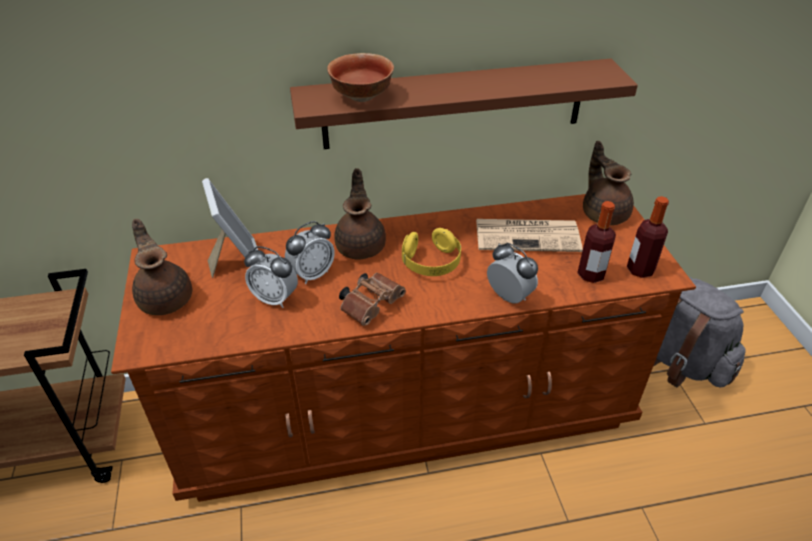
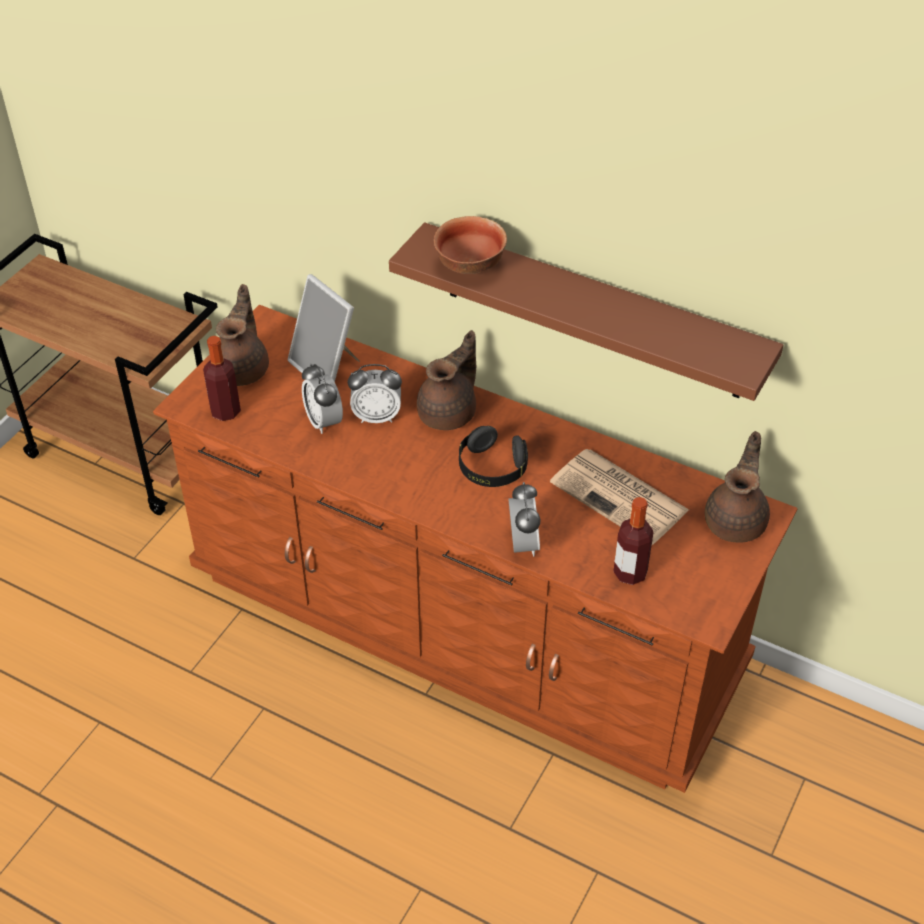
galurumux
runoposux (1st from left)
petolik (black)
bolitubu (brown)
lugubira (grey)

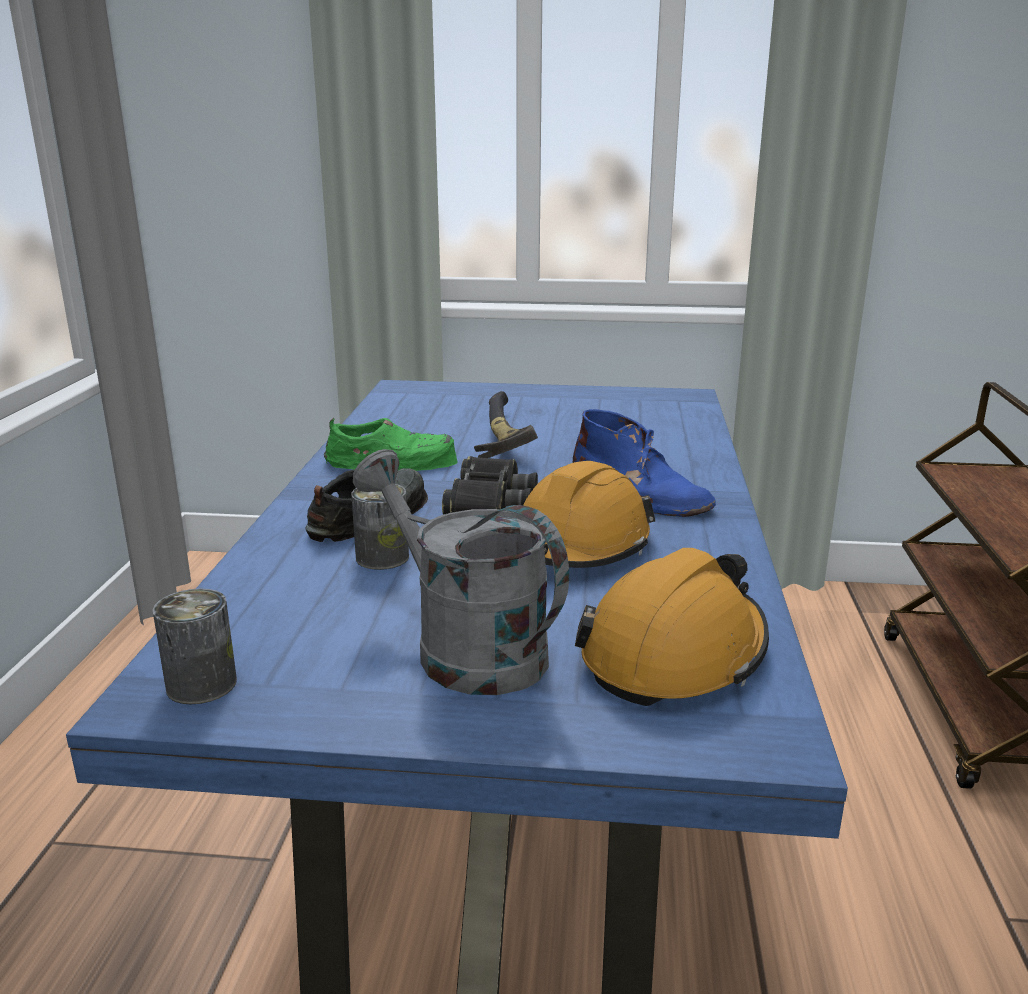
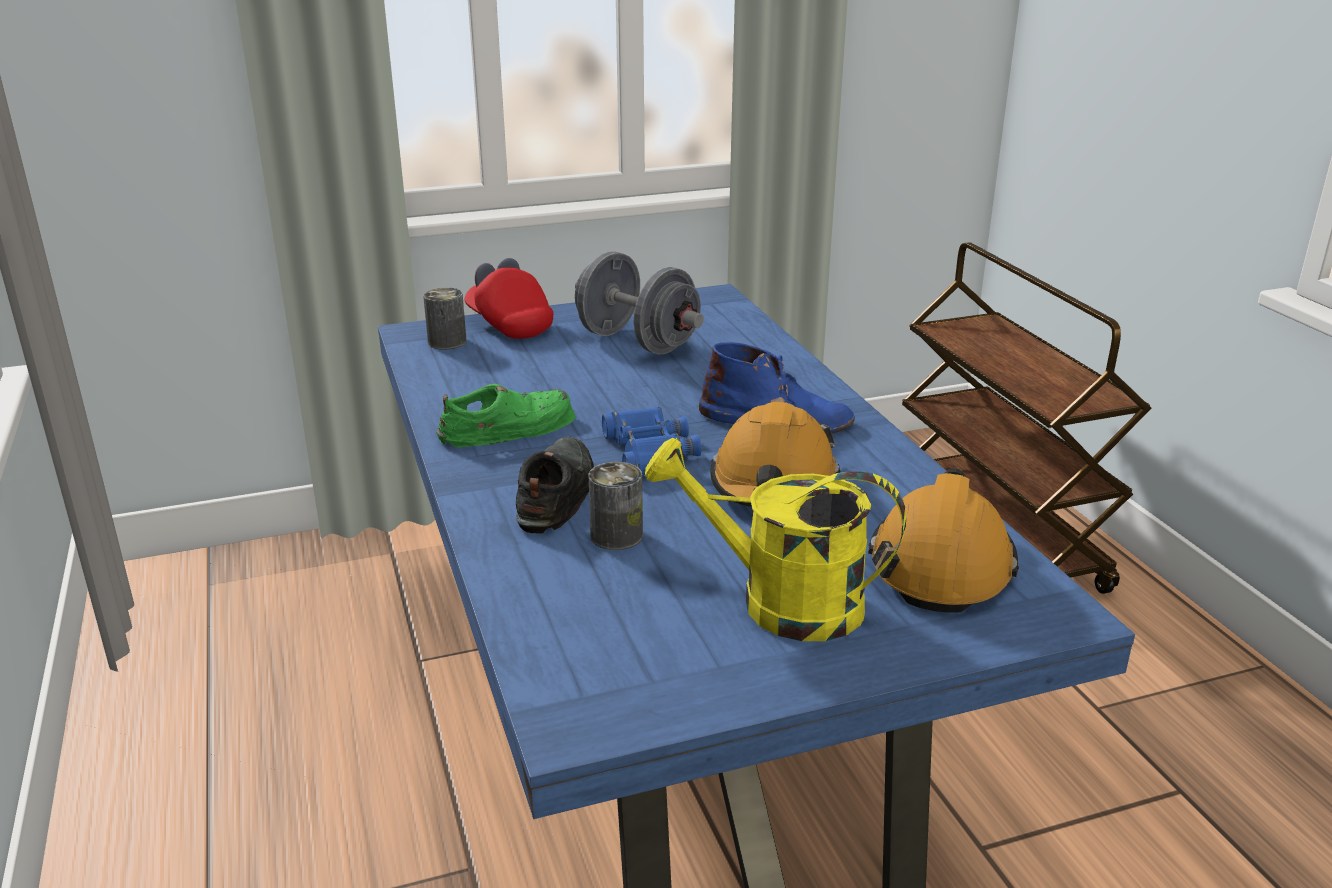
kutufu
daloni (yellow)
bolitubu (blue)
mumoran (1st from left)
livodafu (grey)
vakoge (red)

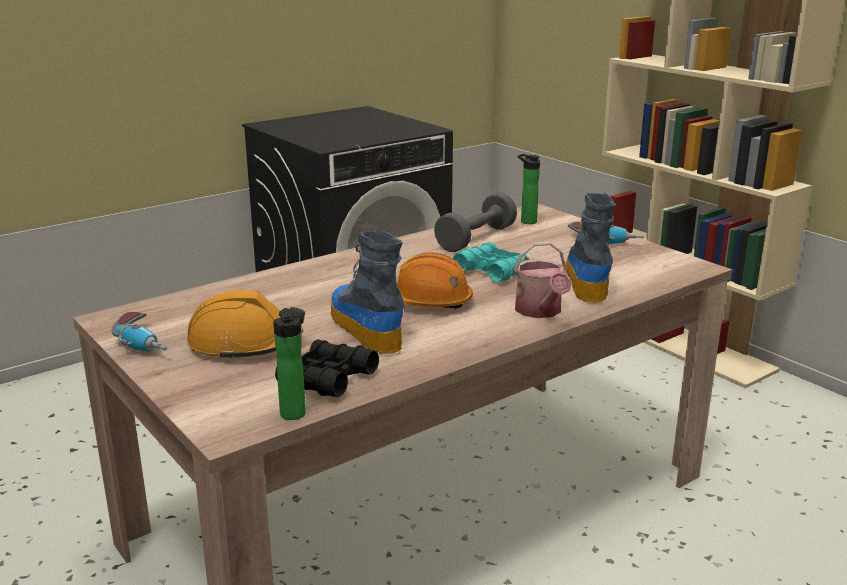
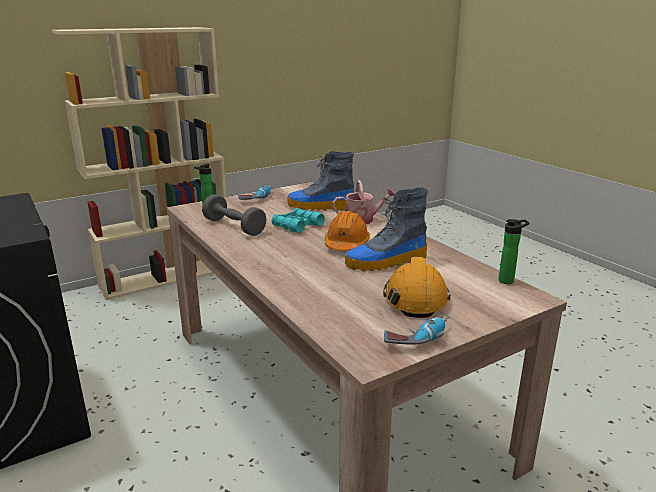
bolitubu (black)

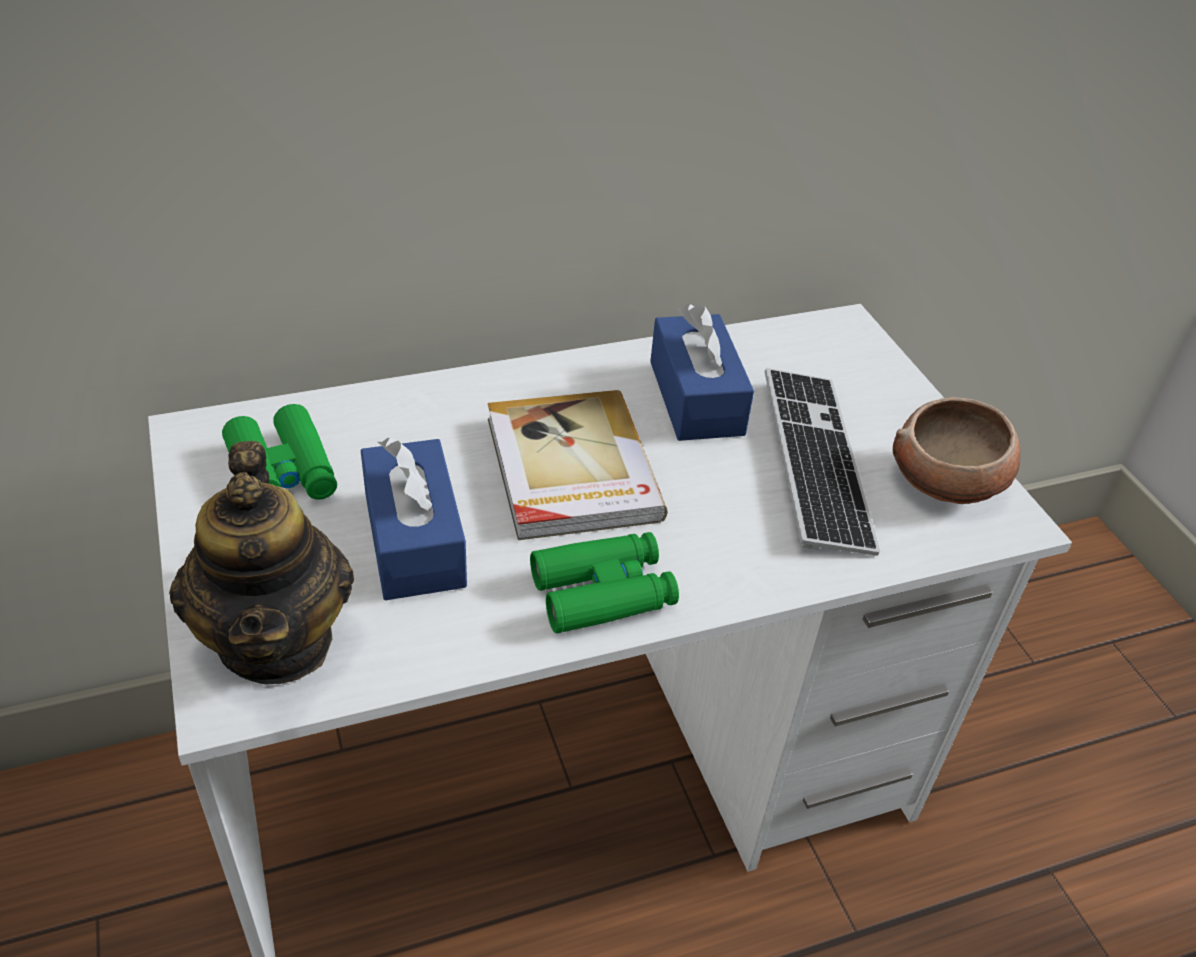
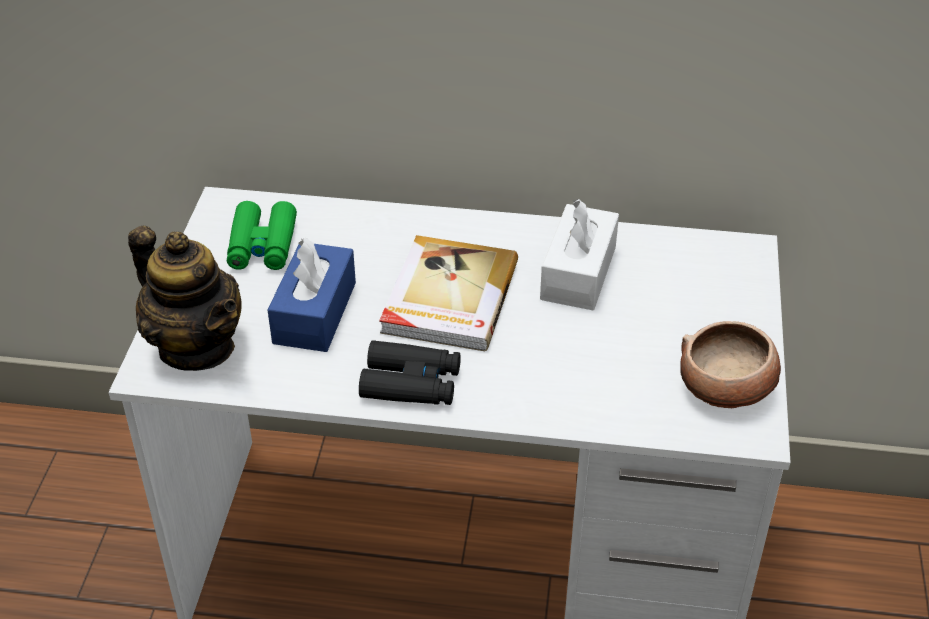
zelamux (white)
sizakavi
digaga
bolitubu (black)

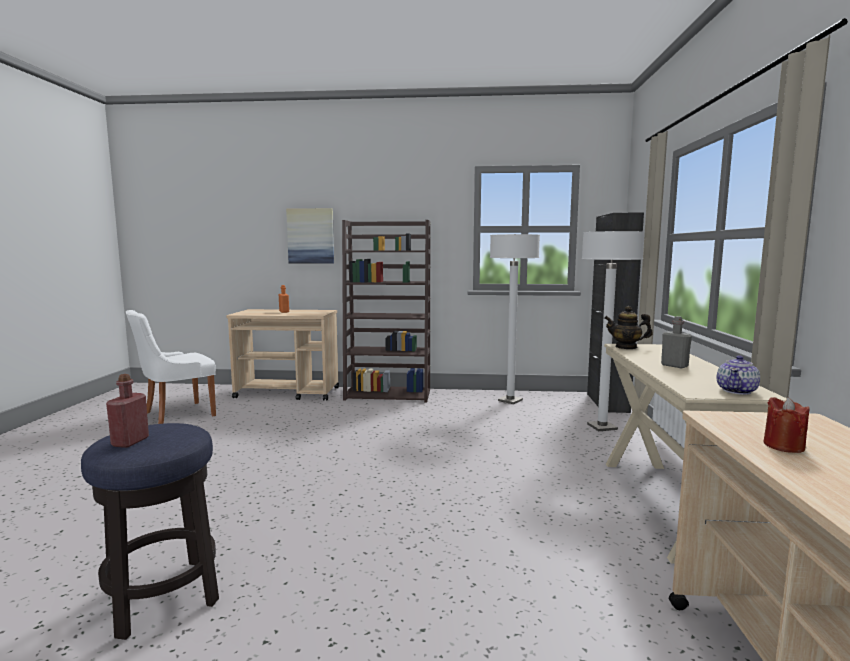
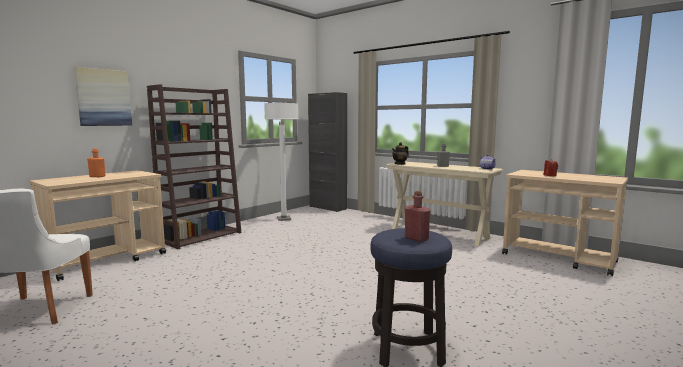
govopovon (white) (2nd from left in the first image)

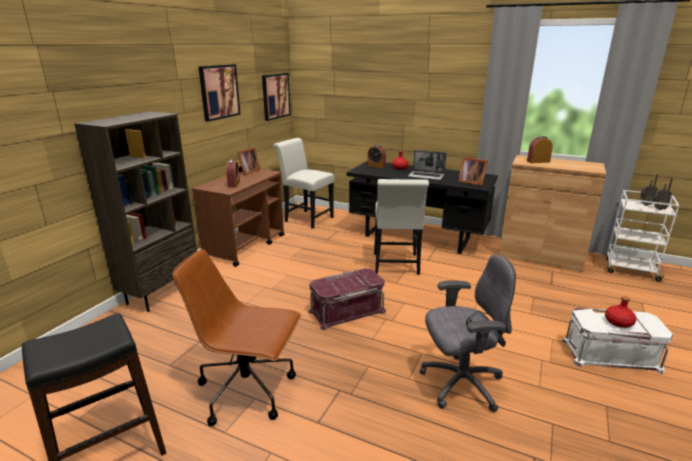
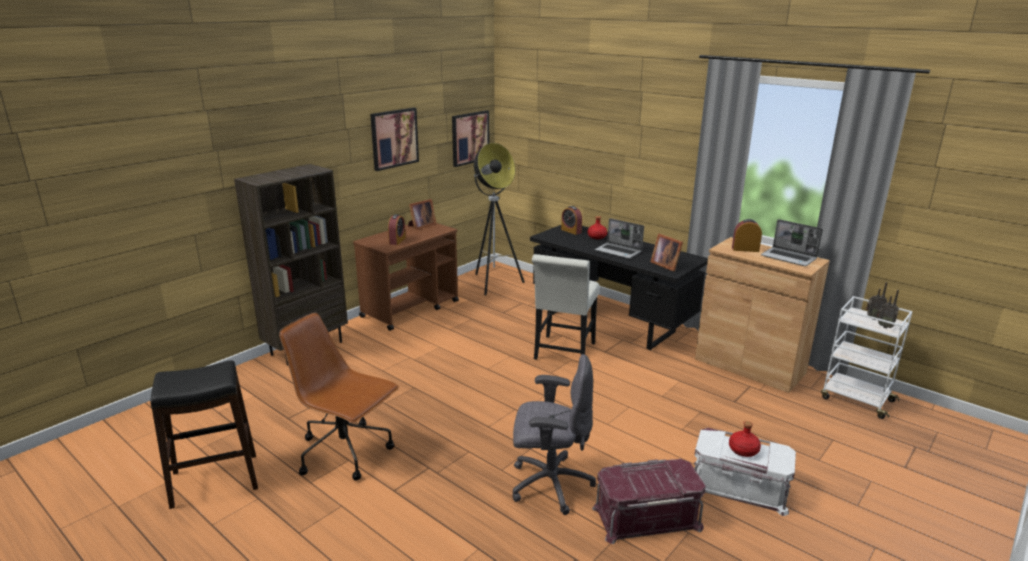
govopovon
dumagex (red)
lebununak (2nd from left)

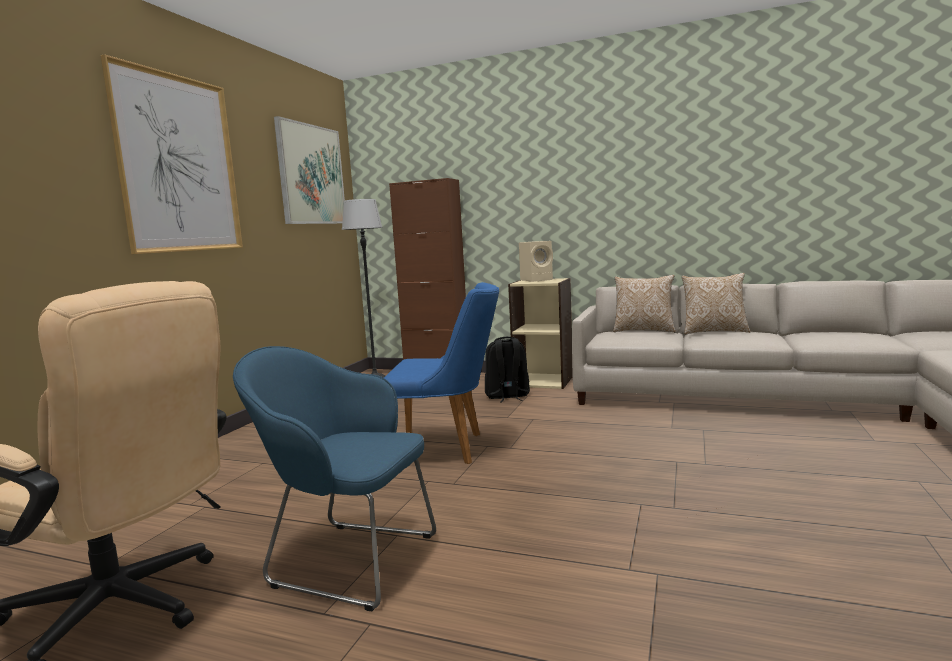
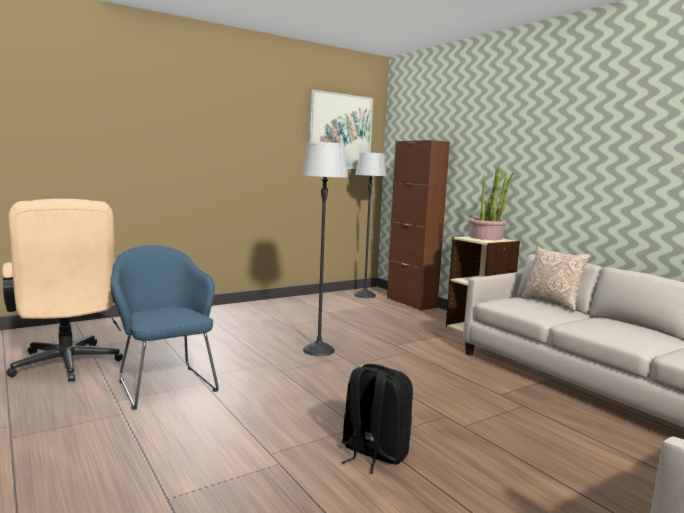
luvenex (1st from left in the first image)
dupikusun
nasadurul (2nd from left in the first image)
govopovon (1st from left)
lugubira (black)

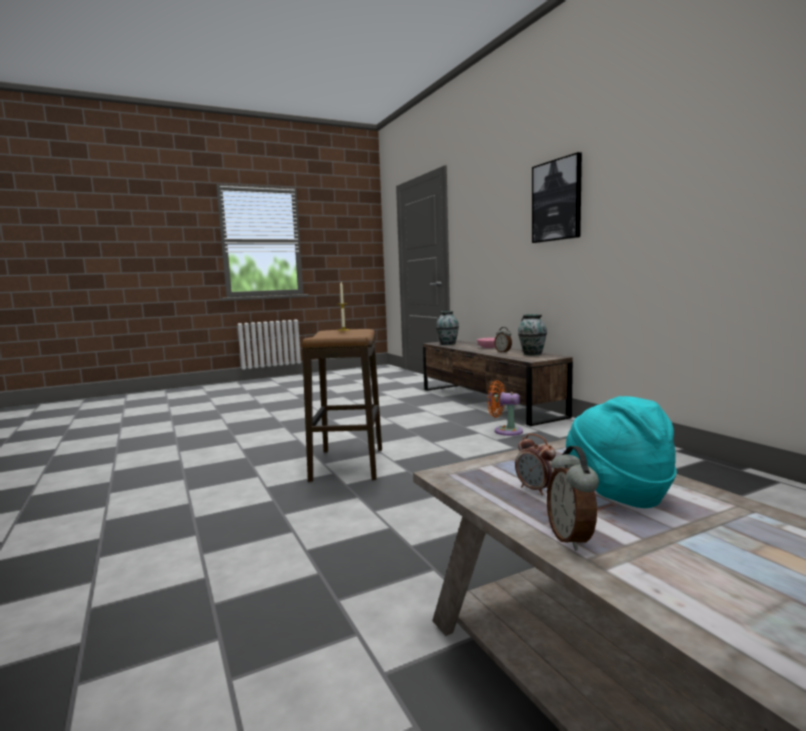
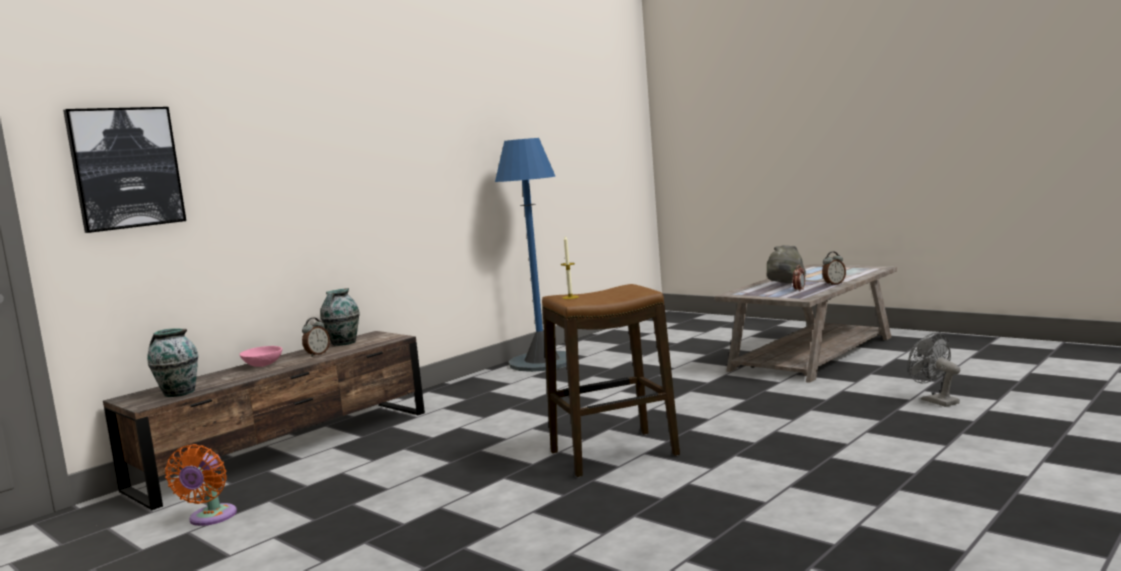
luvenex
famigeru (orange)
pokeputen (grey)
govopovon (blue)
famigeru (grey)

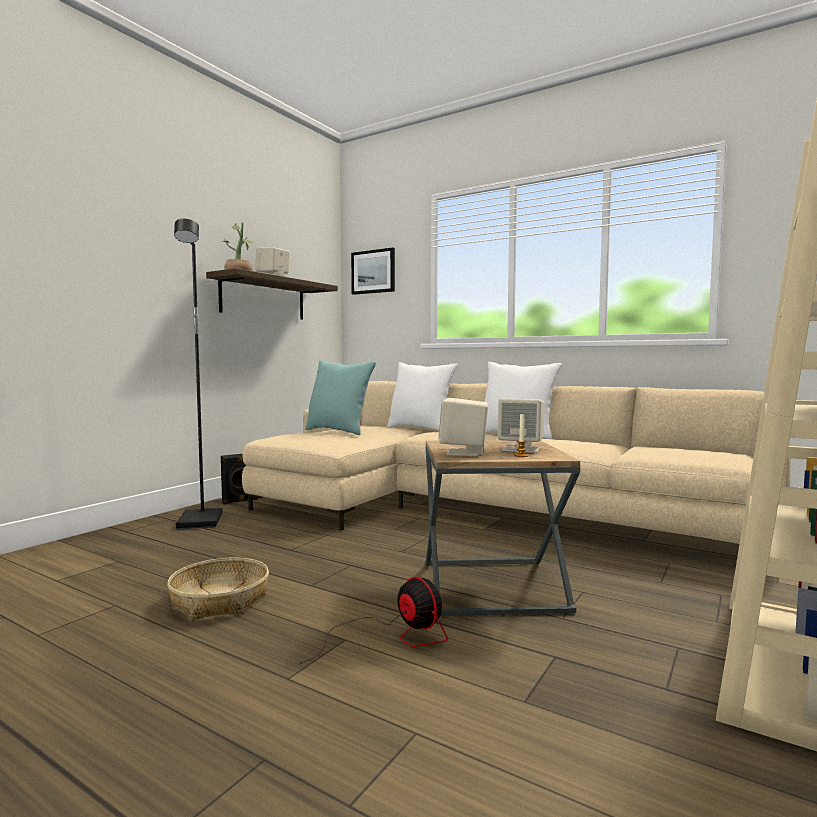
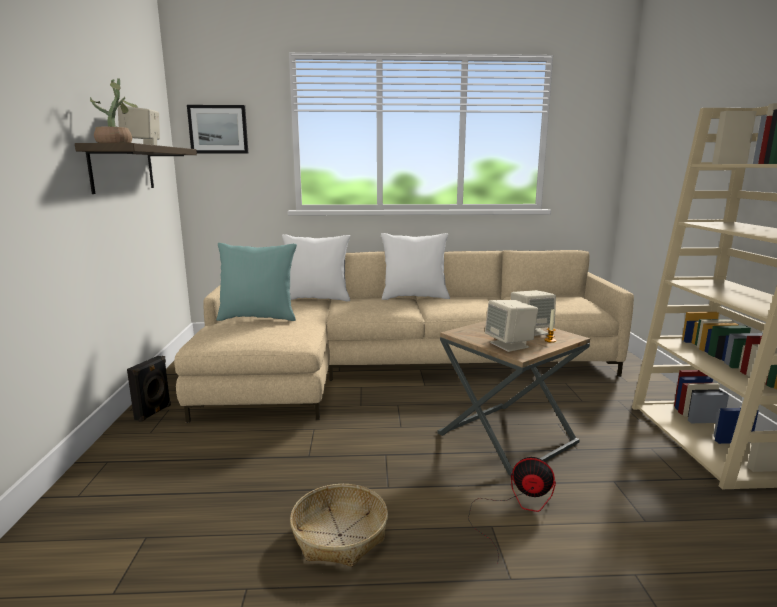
govopovon (black)

